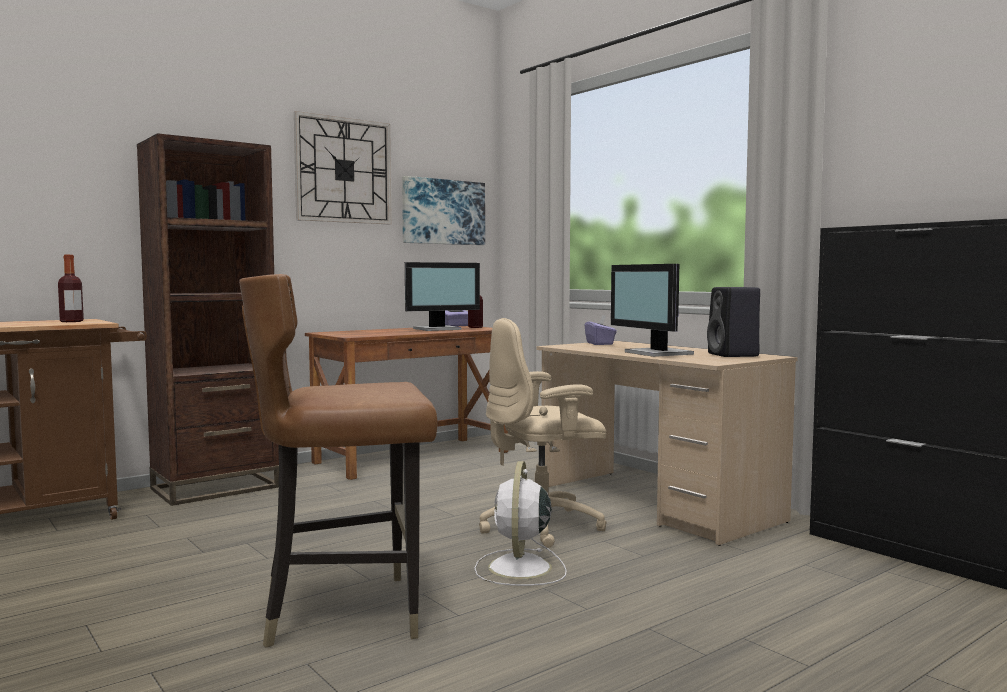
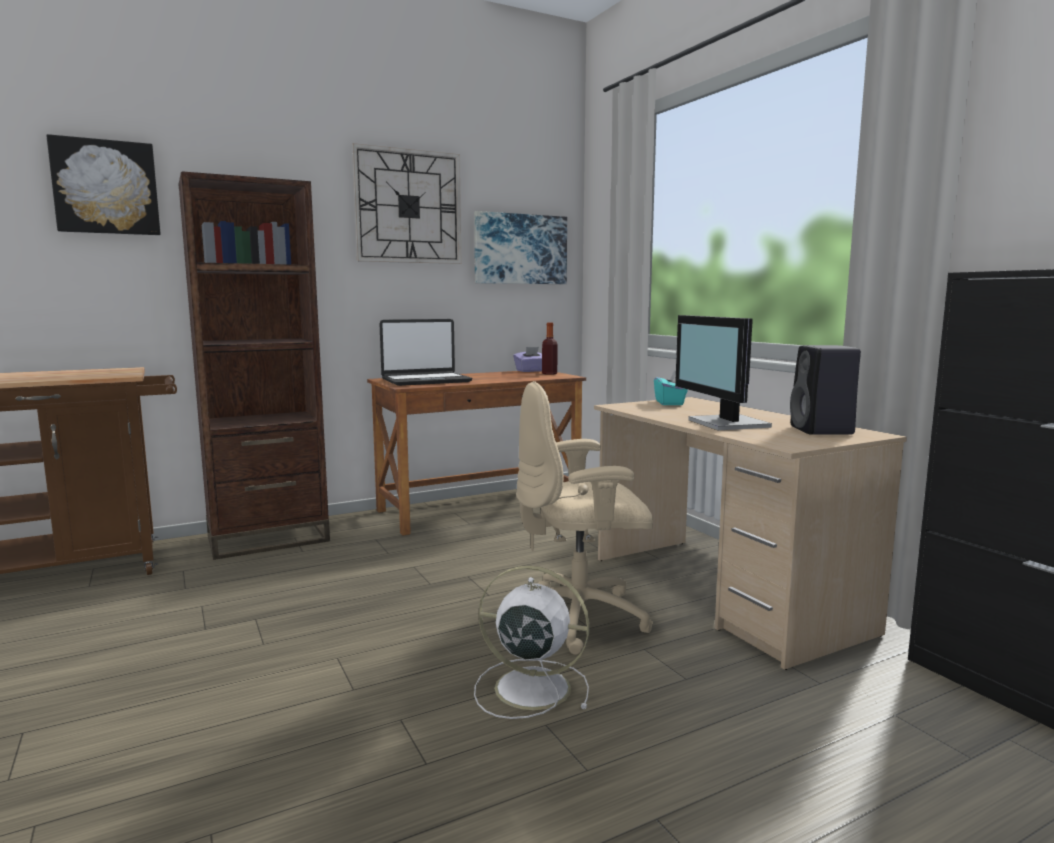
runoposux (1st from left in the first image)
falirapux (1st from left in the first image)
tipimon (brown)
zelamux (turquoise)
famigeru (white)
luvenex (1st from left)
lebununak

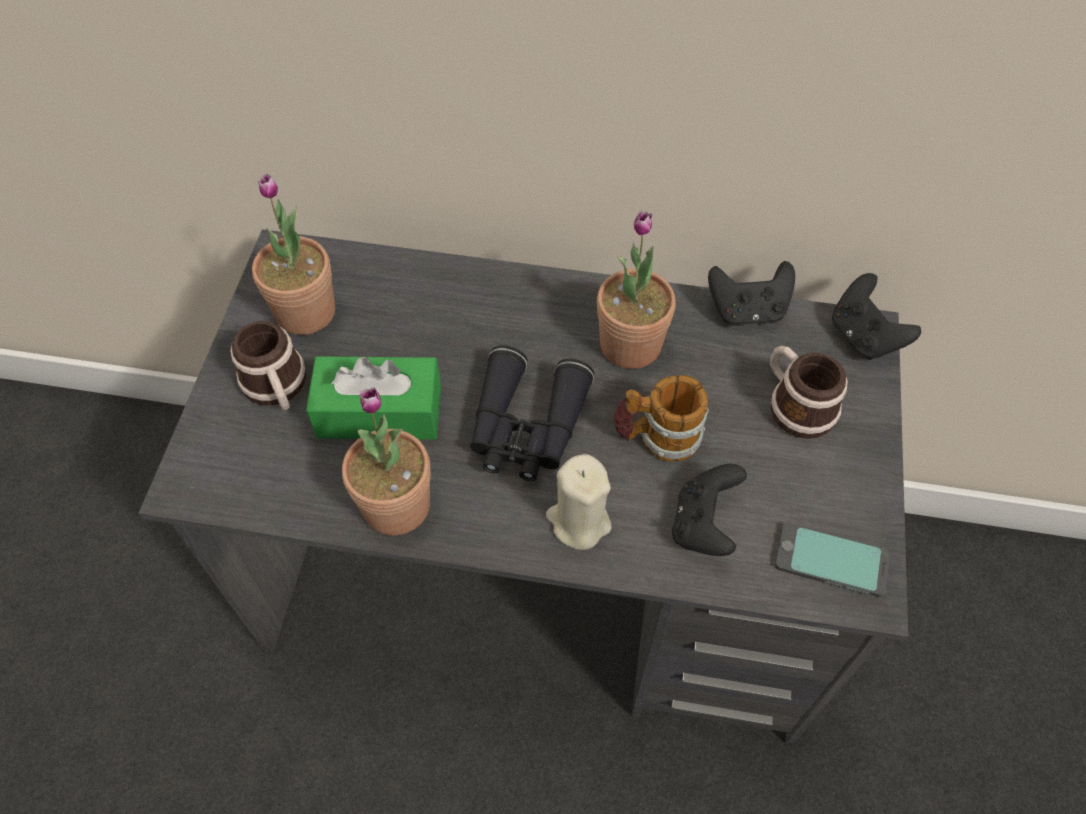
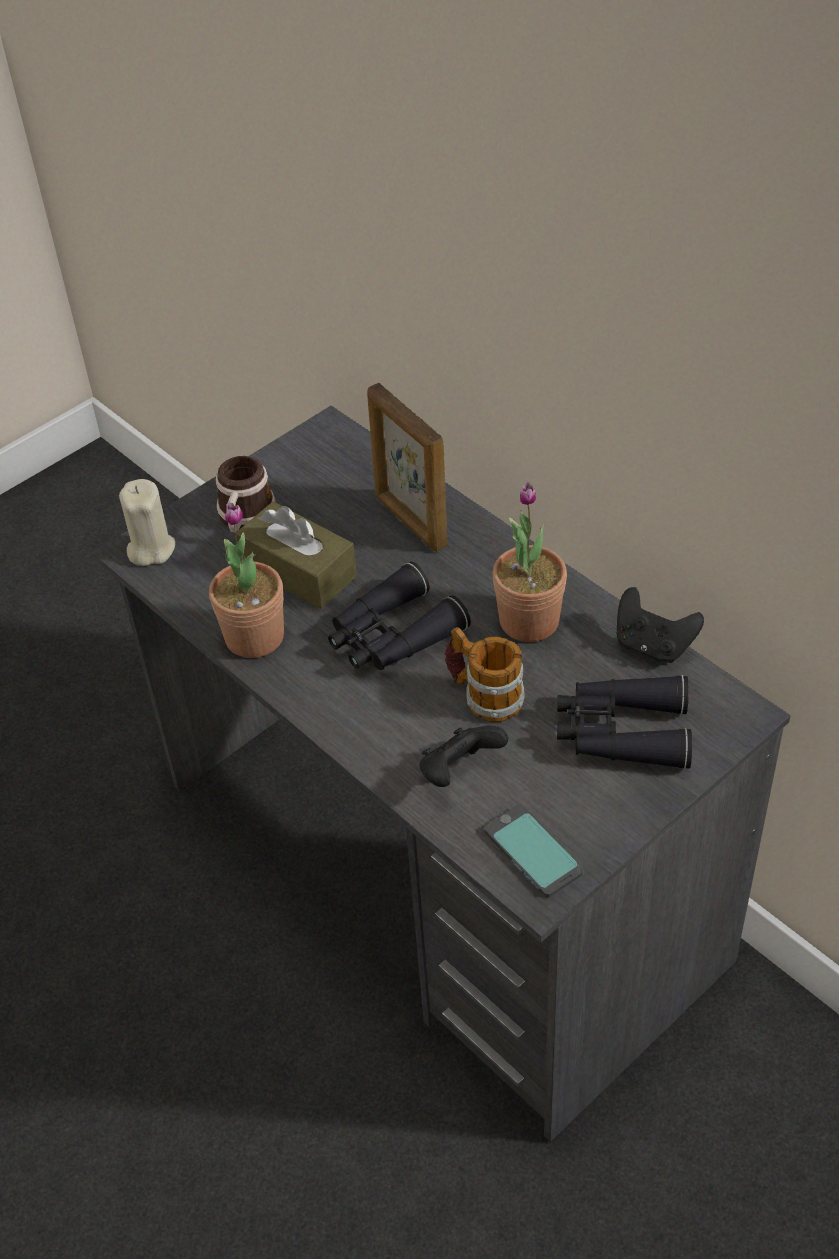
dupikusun (1st from left in the first image)
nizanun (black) (3rd from left in the first image)
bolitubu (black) (2nd from left)
zelamux (brown)
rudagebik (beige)
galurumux

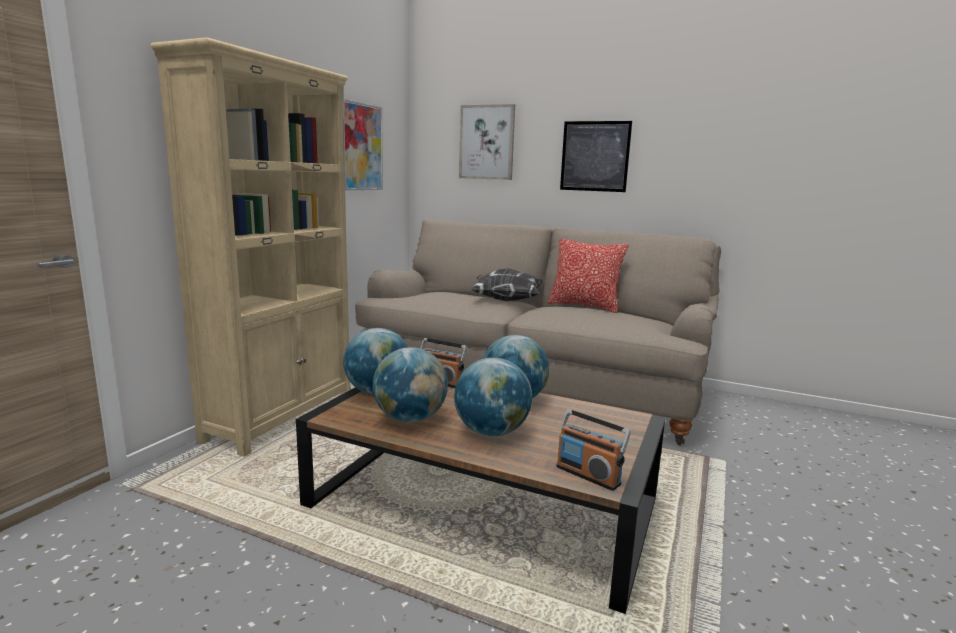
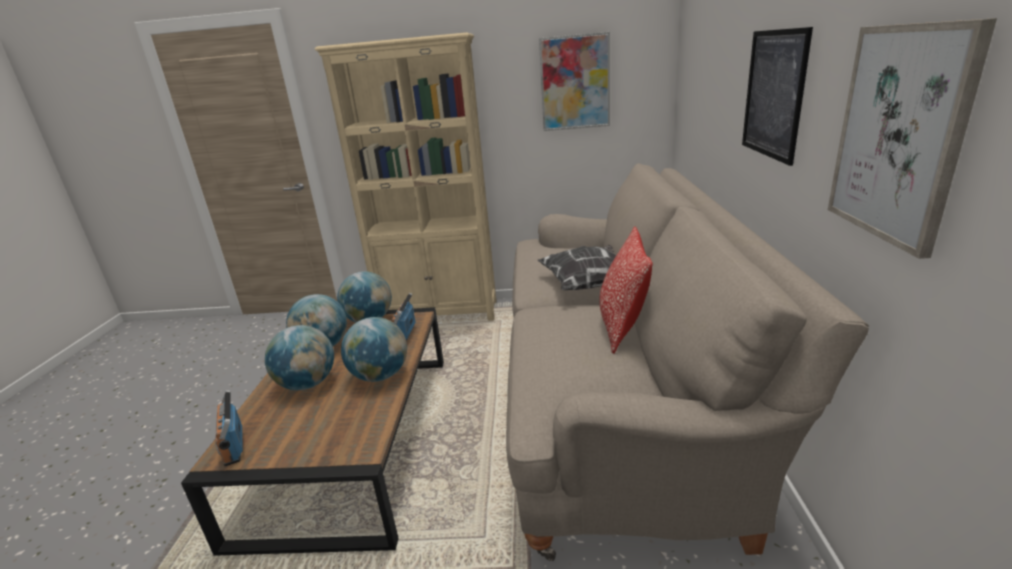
luvenex (3rd from left)
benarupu (1st from left)

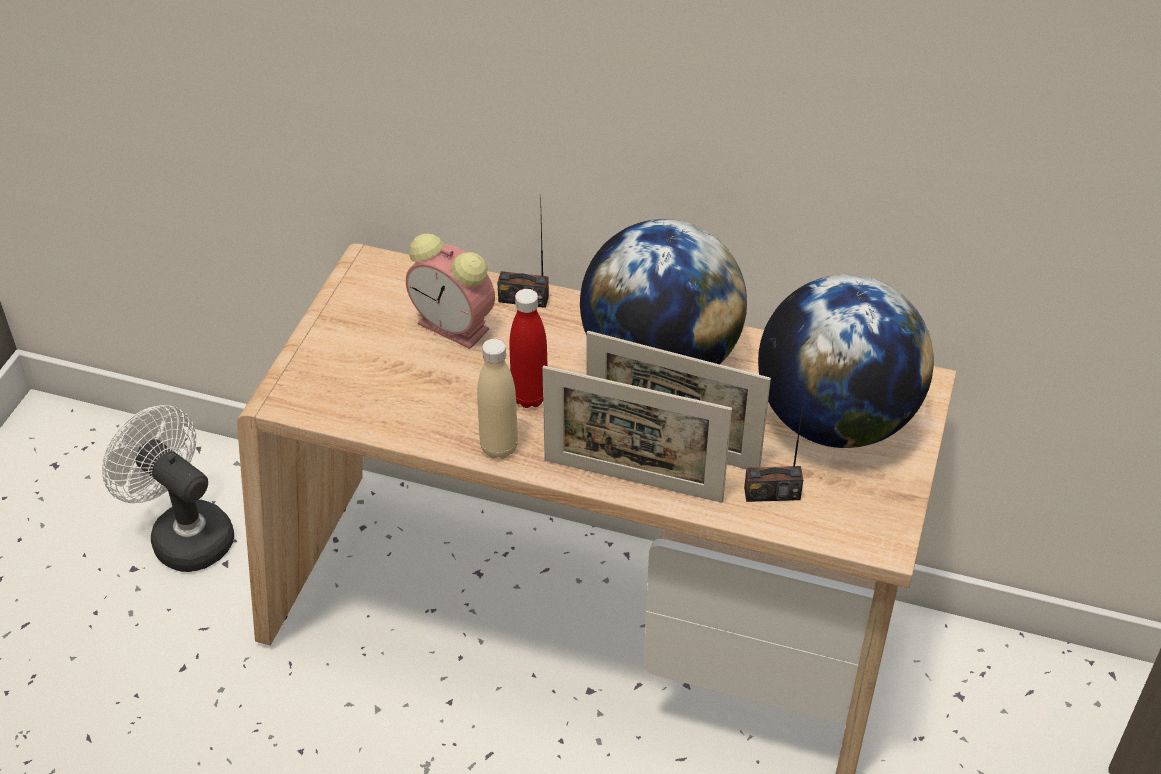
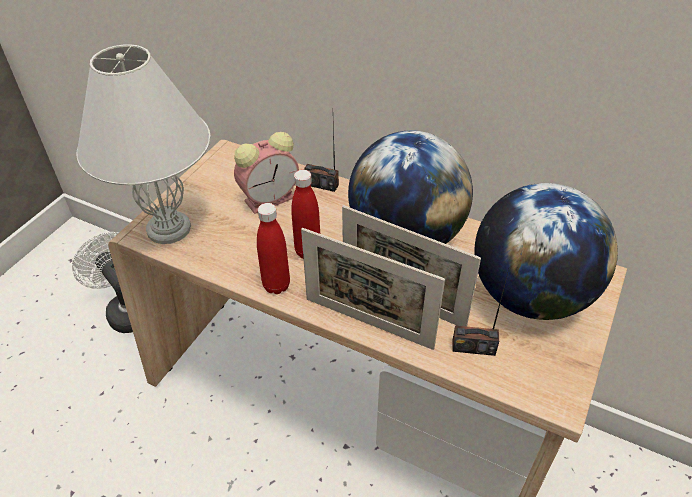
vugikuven
runoposux (red) (1st from left)
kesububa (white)

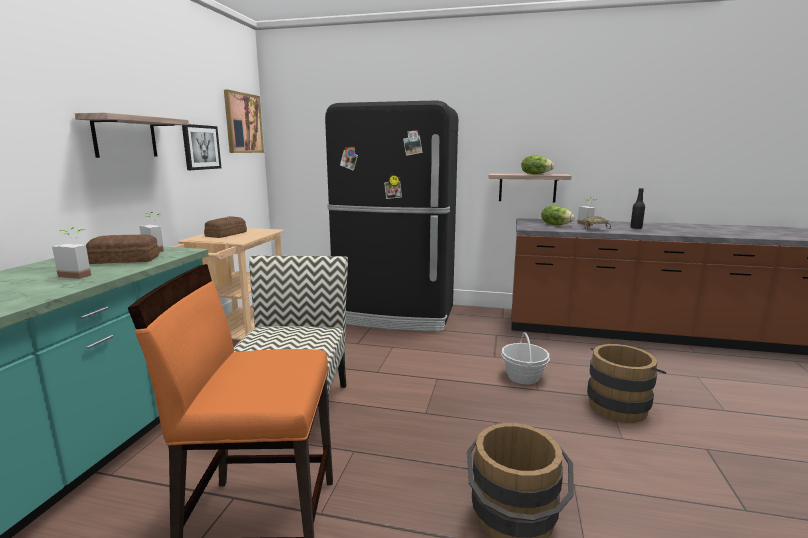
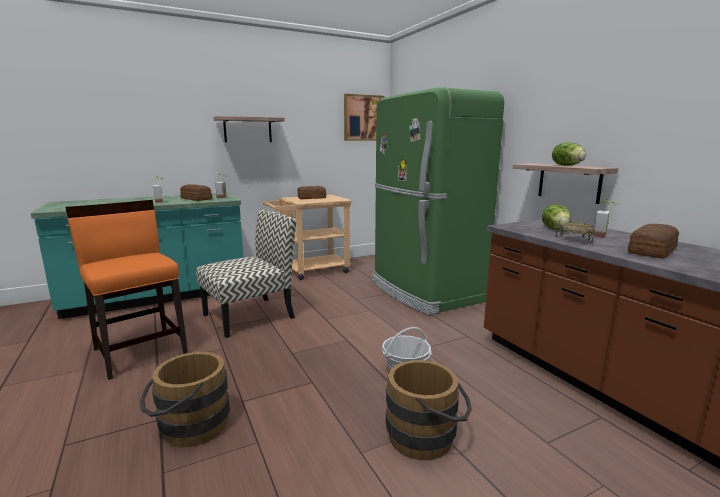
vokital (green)
luvenex (1st from left in the first image)
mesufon (3rd from left)

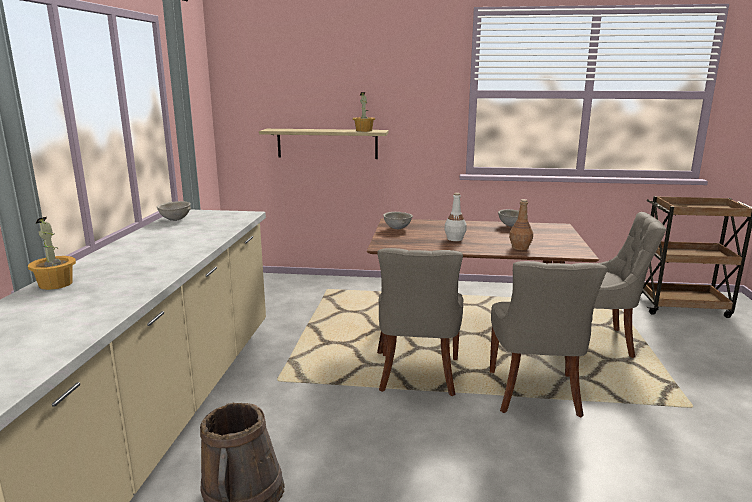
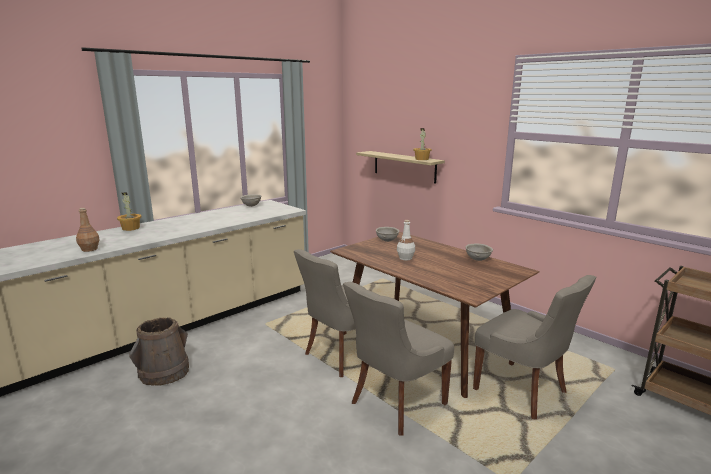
runoposux (brown)

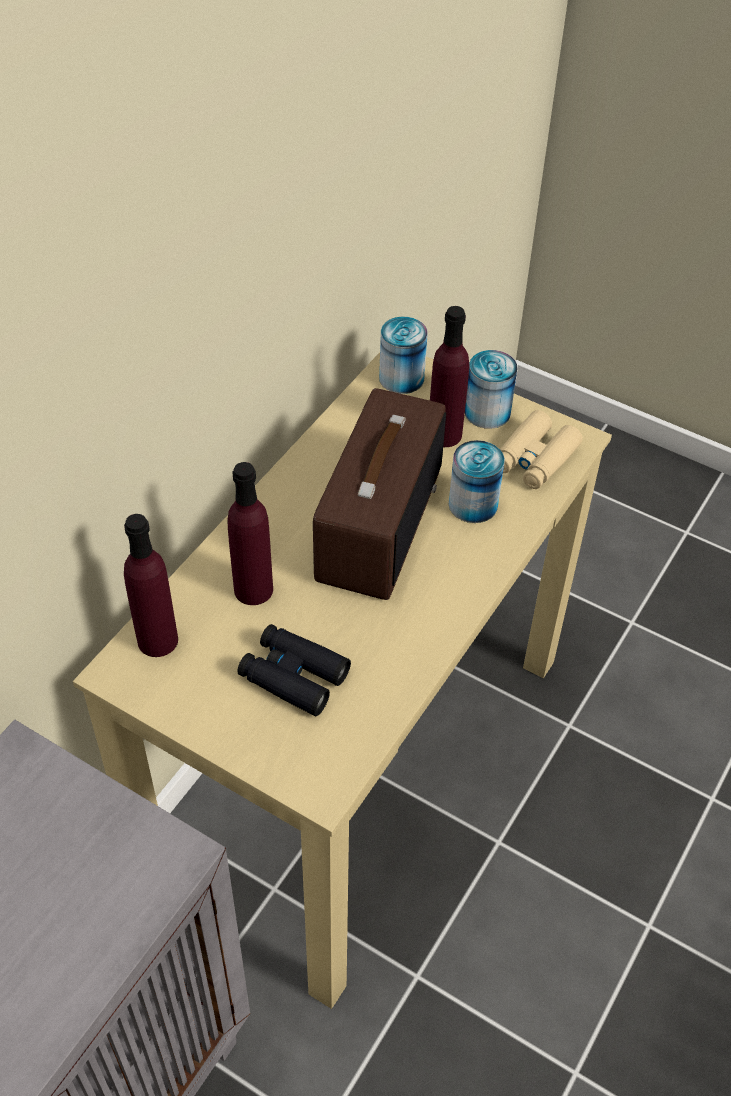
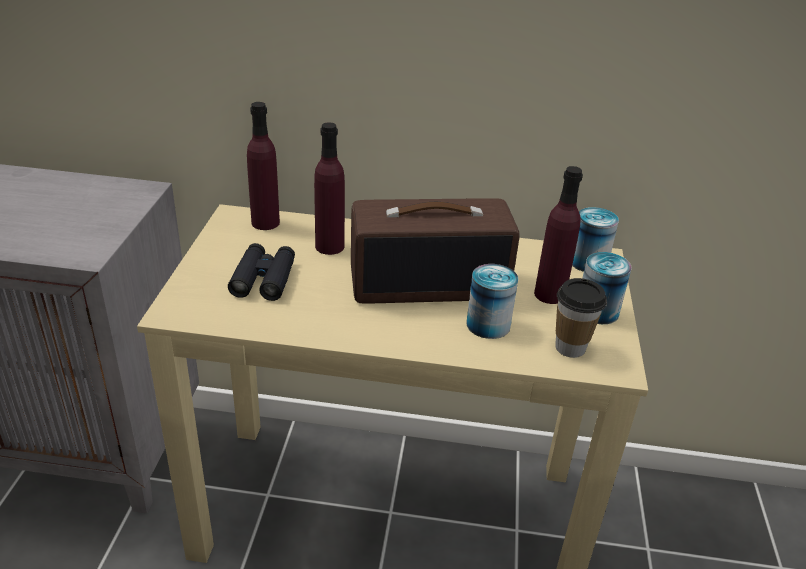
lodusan

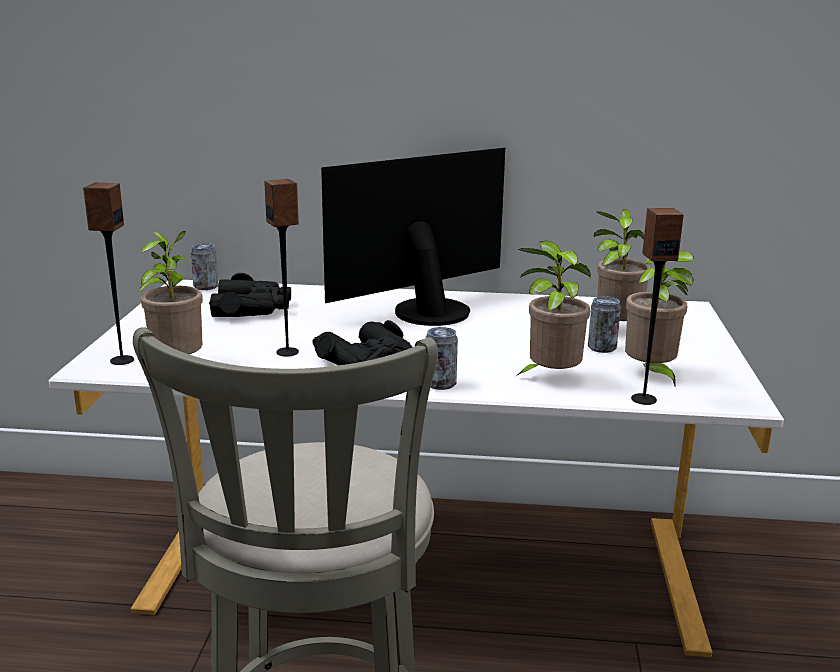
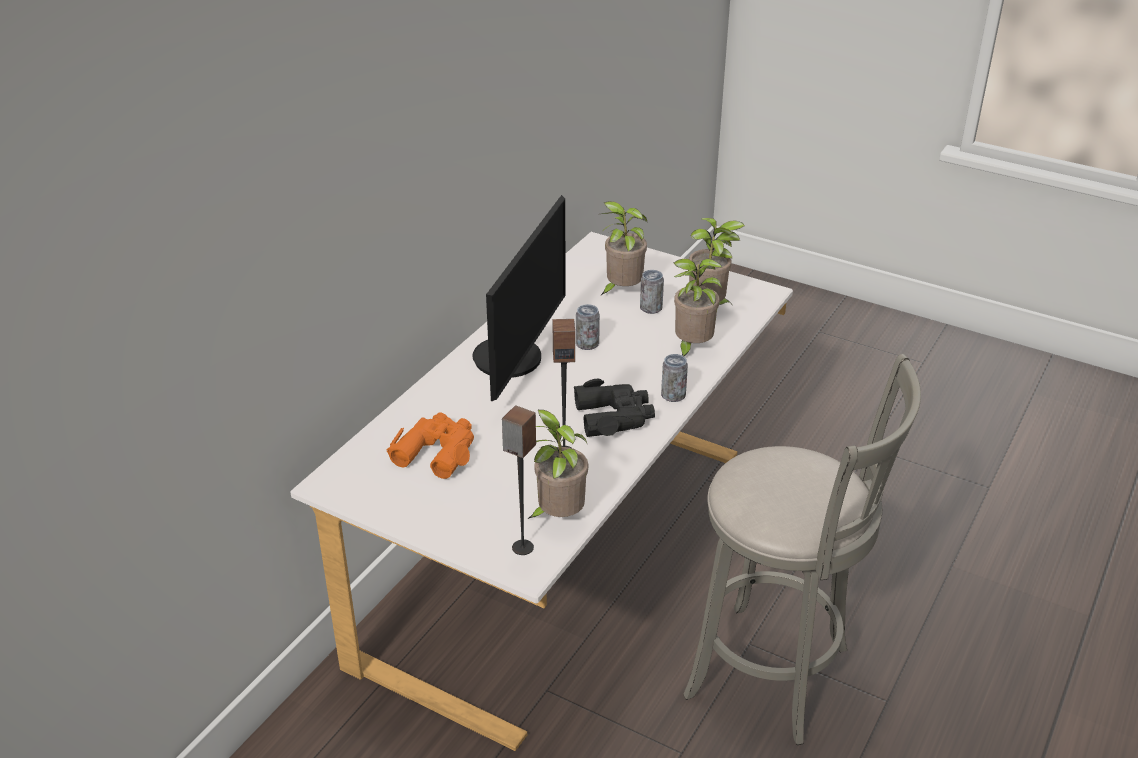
falirapux
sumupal (3rd from left in the first image)
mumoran (1st from left)
bolitubu (orange)

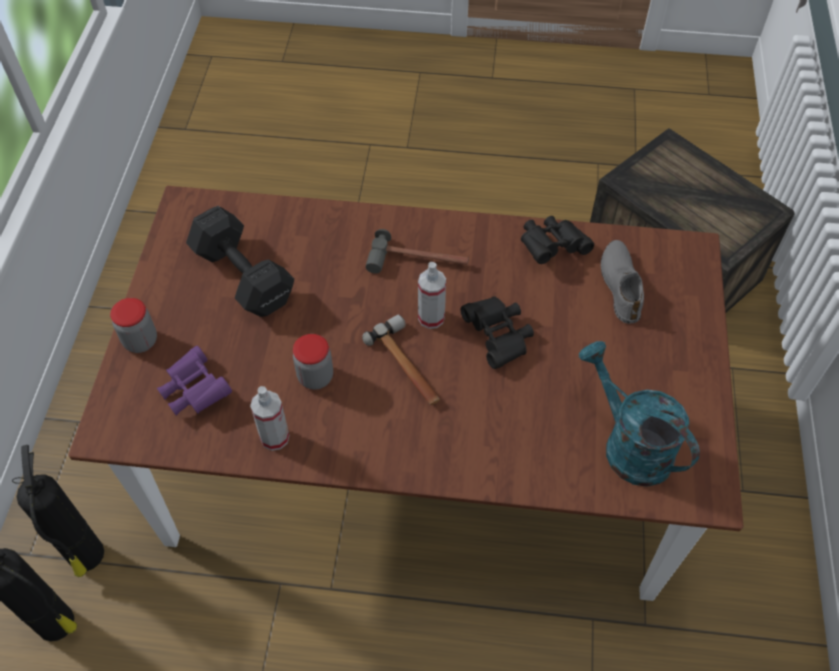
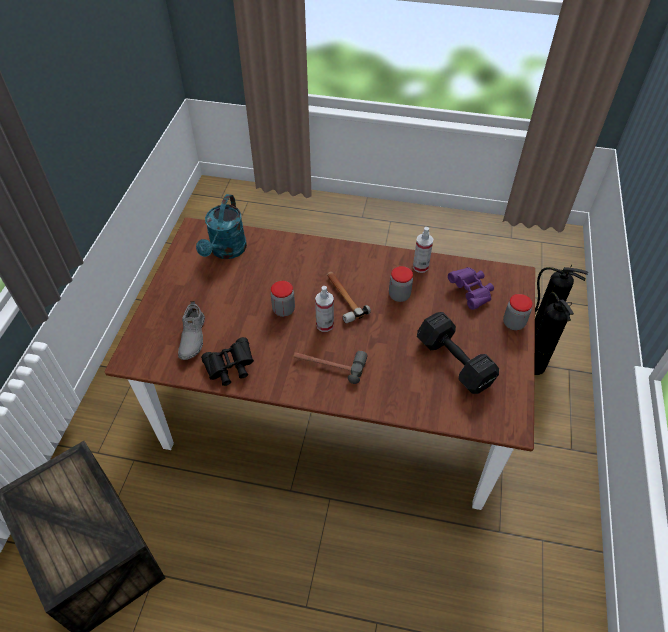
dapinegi (1st from left)
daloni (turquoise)

